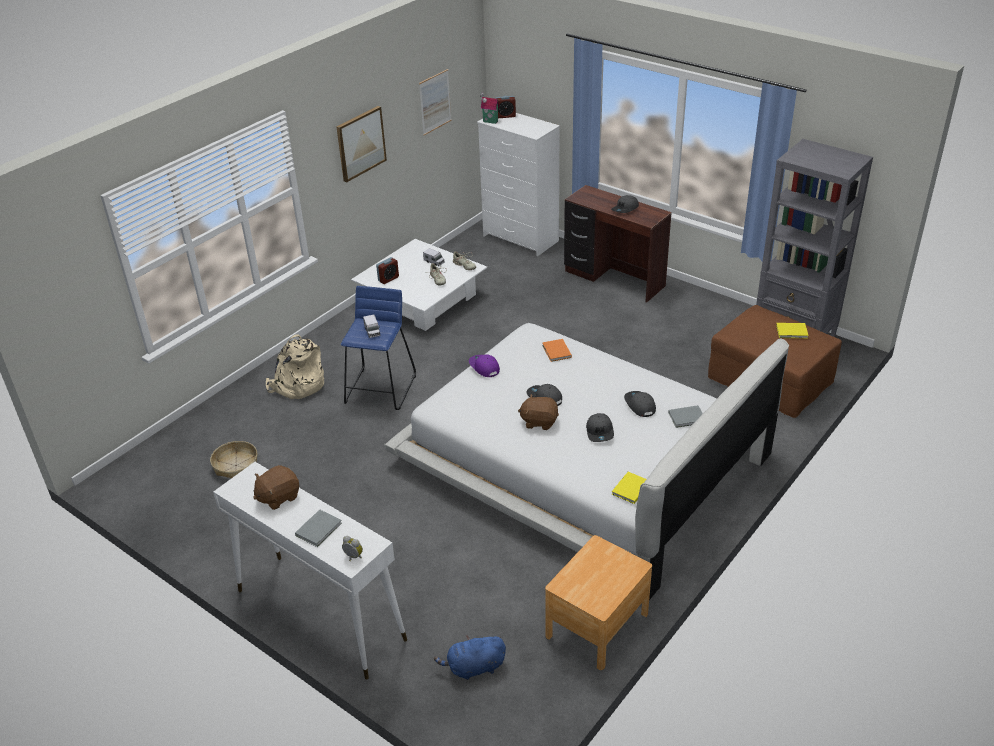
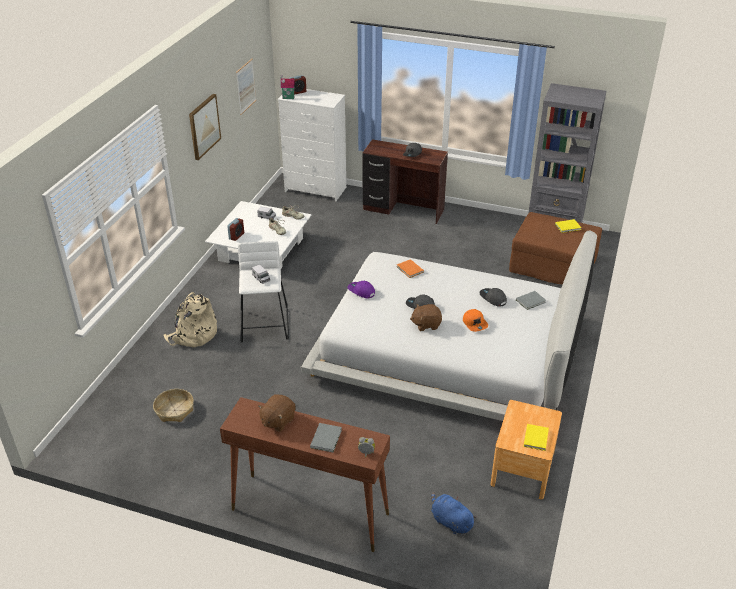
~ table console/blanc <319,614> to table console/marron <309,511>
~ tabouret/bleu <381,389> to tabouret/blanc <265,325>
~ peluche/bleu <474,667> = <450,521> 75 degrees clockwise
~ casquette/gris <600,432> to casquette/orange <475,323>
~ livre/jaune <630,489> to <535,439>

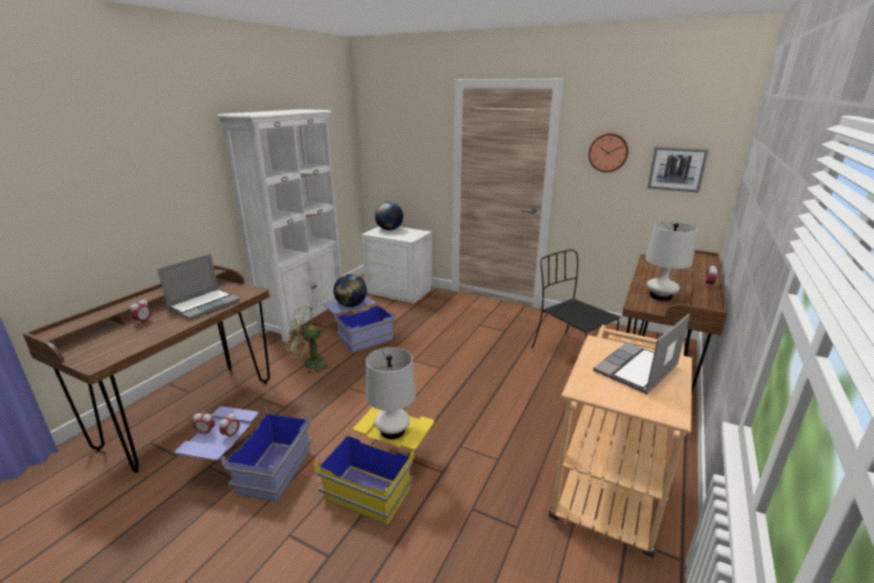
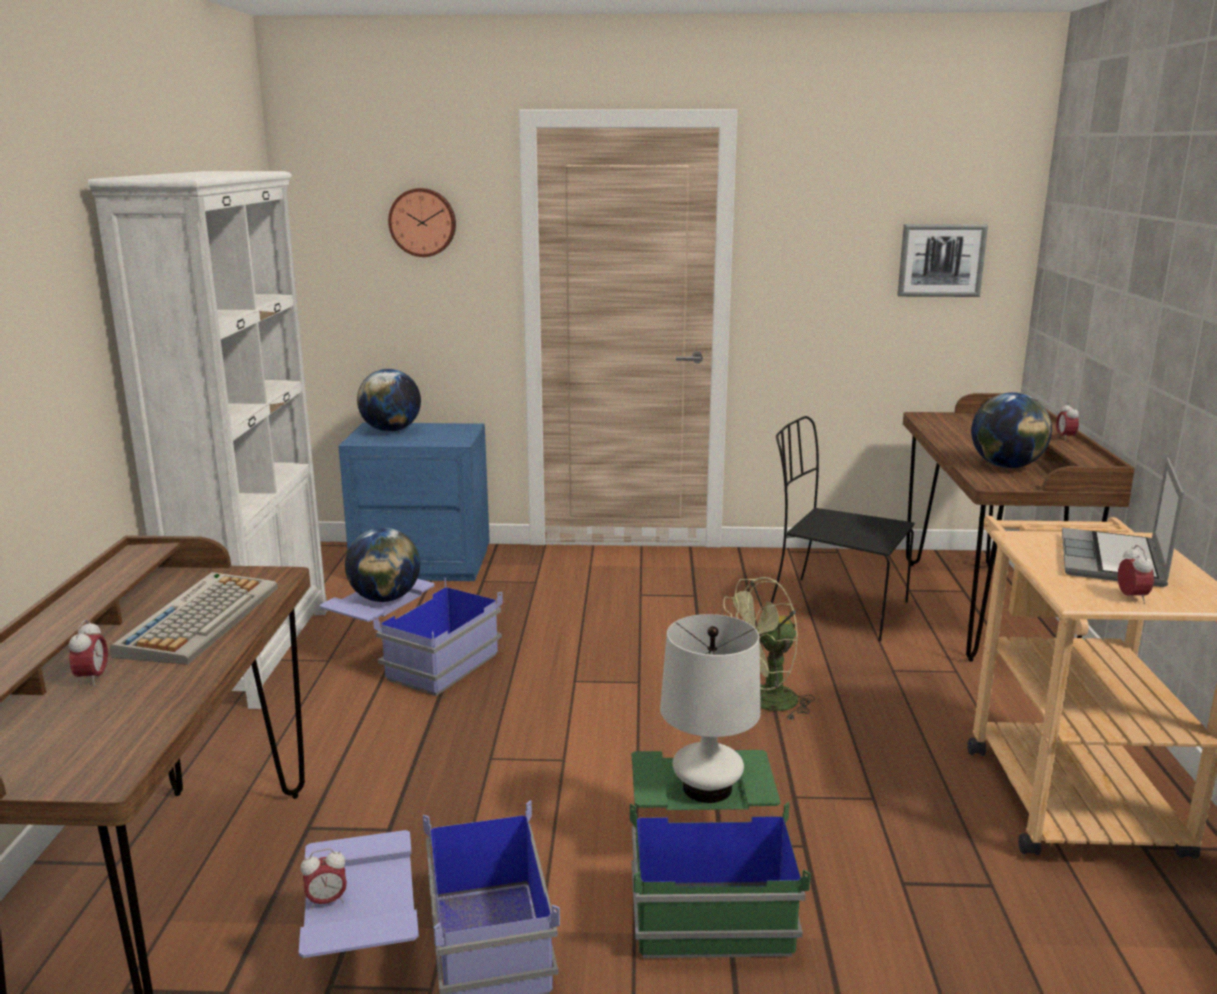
~ ordinateur portable <205,304> to clavier <200,619>
~ réveil <231,435> to <1131,598>
~ ventilateur/vert <309,363> to <764,703>
~ boîte de rangement/jaune <382,476> to boîte de rangement/vert <706,884>
~ table de chevet/blanc <399,291> to table de chevet/bleu <423,564>
~ horloge murale <608,152> to <423,222>
~ lampe de table/blanc <660,296> to globe <1006,466>

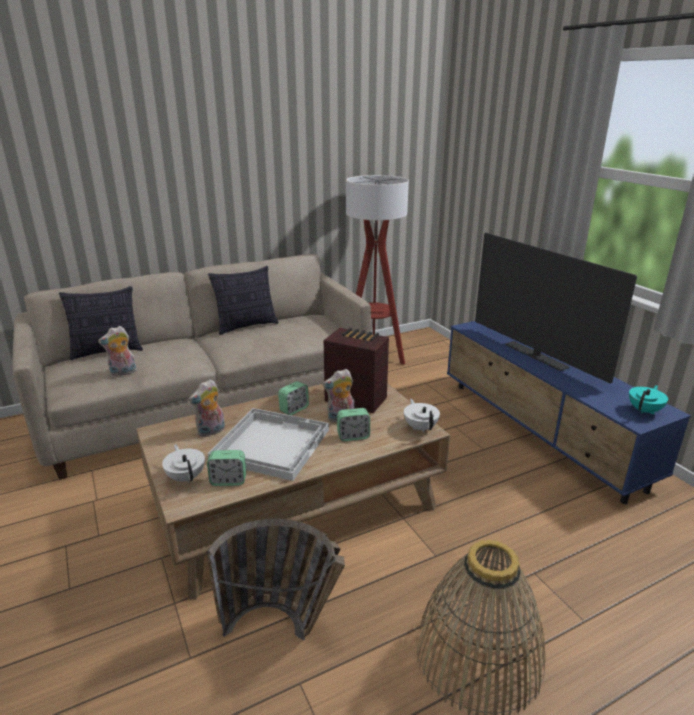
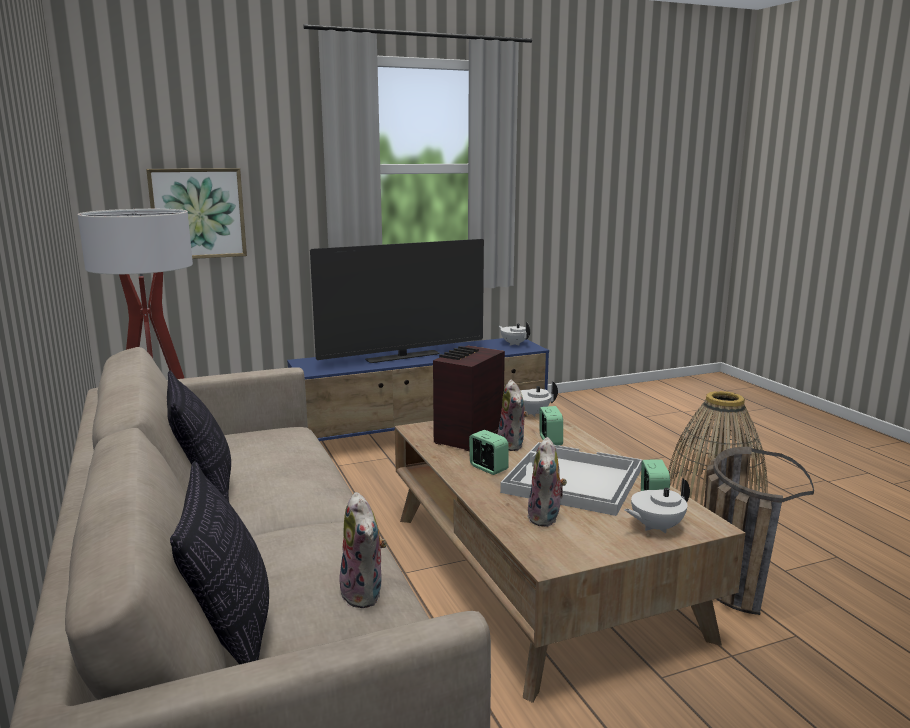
~ peluche <211,432> = <546,518> 45 degrees clockwise
~ théière/turquoise <644,410> to théière/blanc <514,344>
+ tableau <198,213>

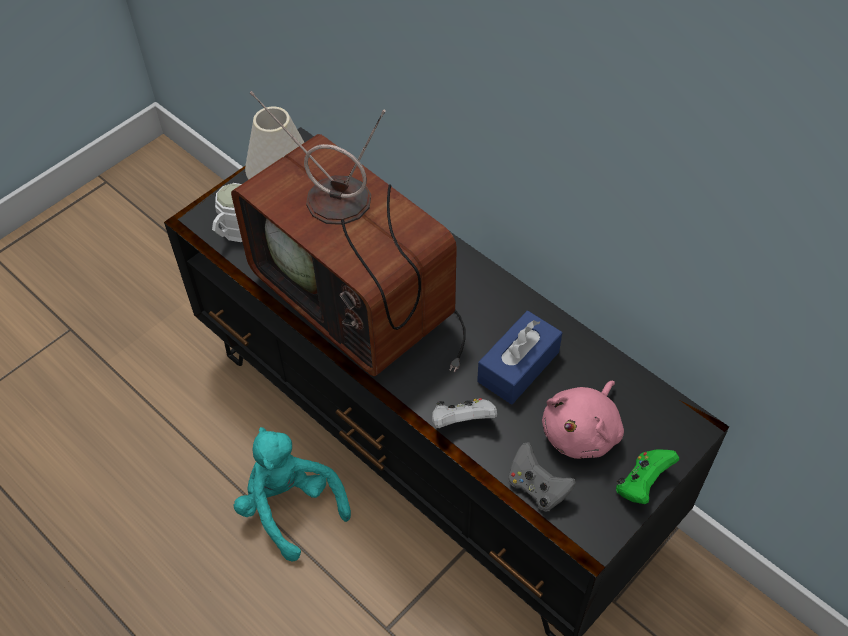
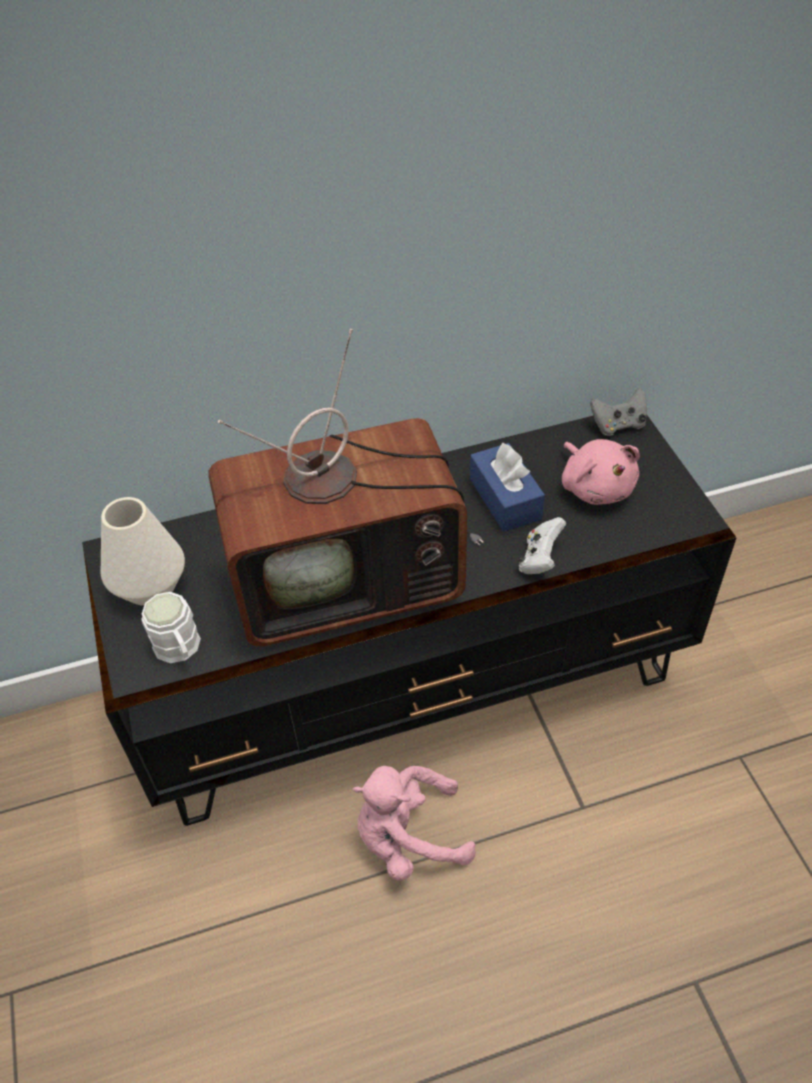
~ peluche/turquoise <290,507> to peluche/rose <408,838>
~ manette/gris <537,487> to <618,425>
- manette/vert <642,484>

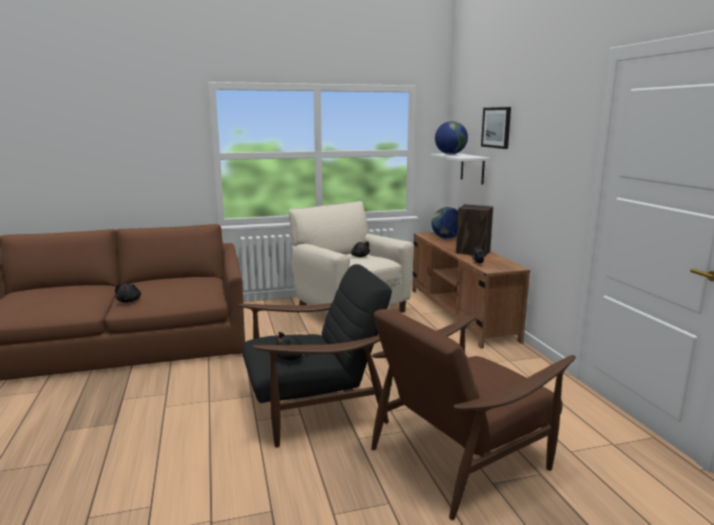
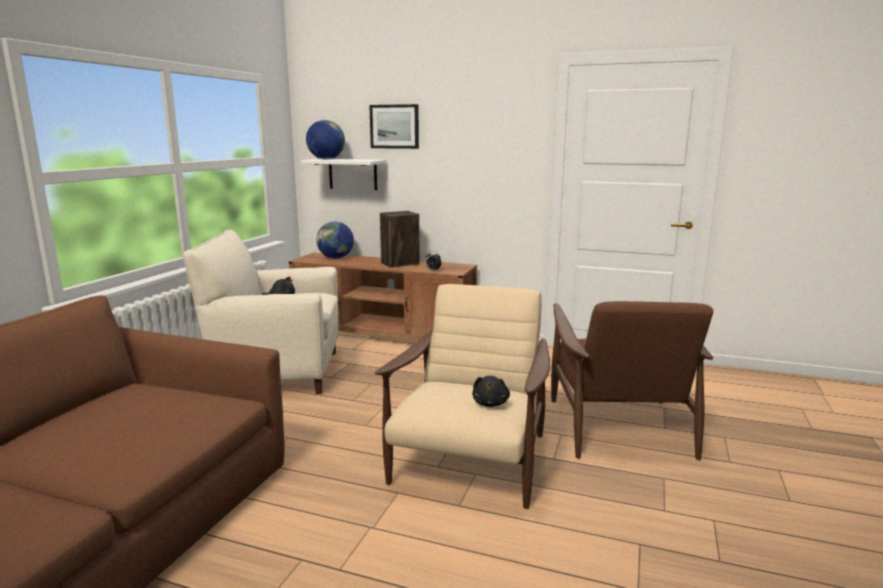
- peluche/noir <129,301>
~ fauteuil/noir <314,407> to fauteuil/beige <470,462>

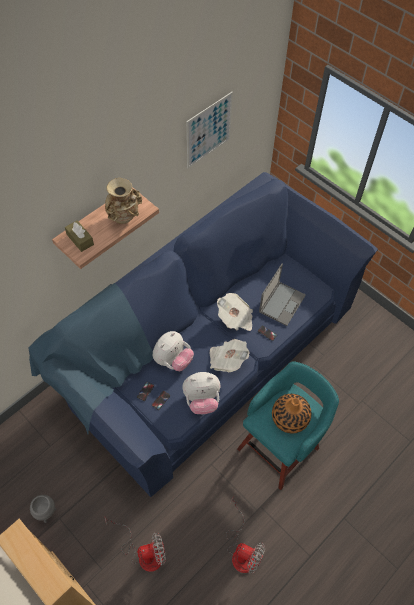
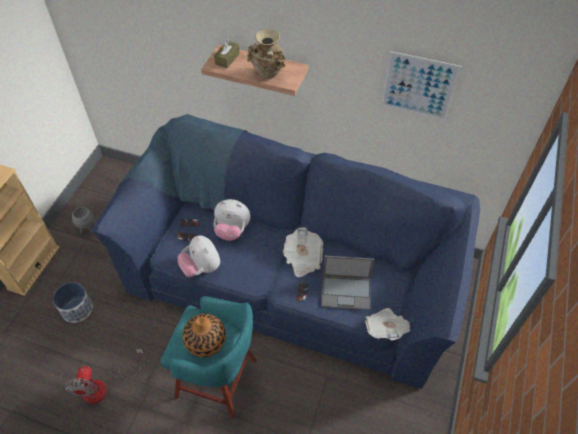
~ ventilateur <143,552> to cache-pot <77,309>
~ journal <227,360> to <385,329>

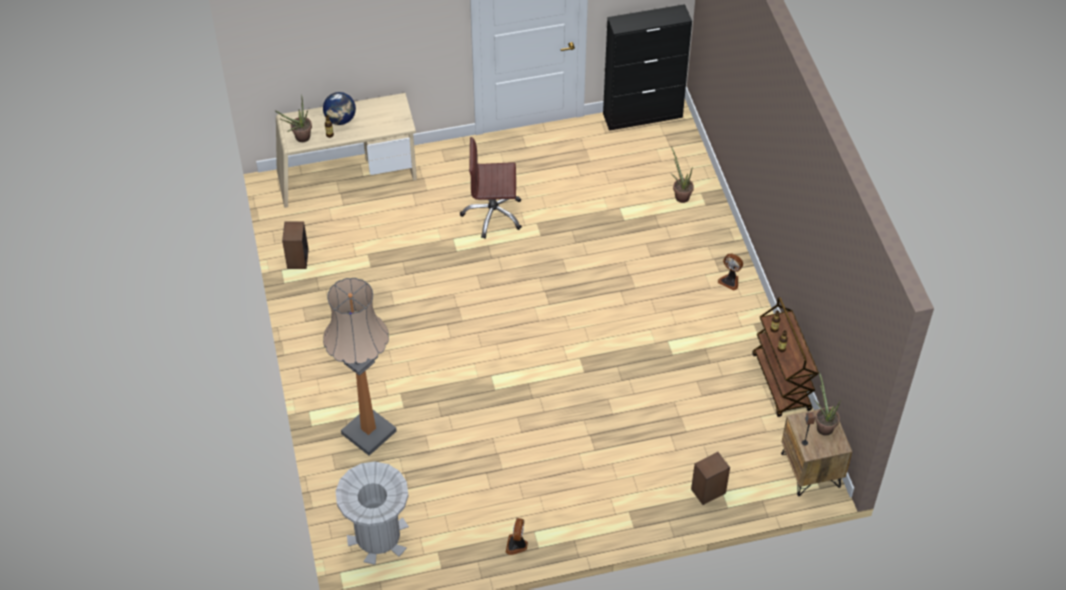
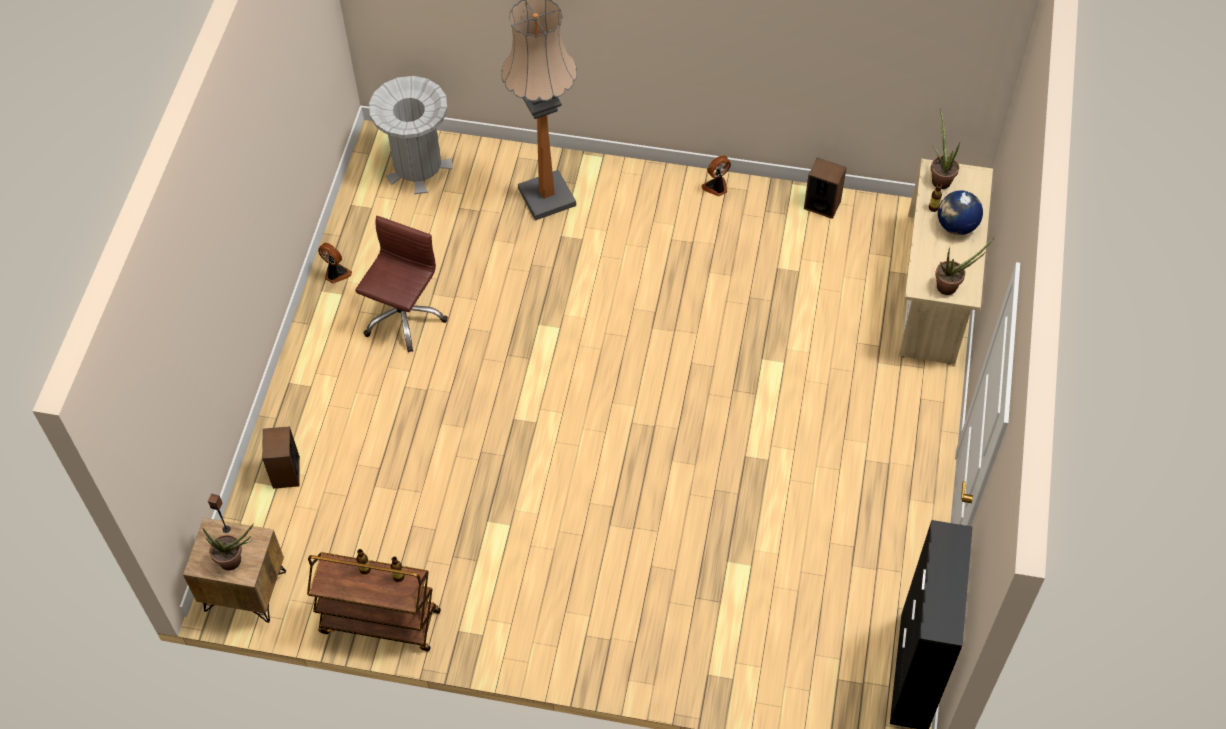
~ chaise de bureau/marron <493,215> to <403,317>
~ plante en pot <680,195> to <951,286>
~ ventilateur <730,280> to <716,187>

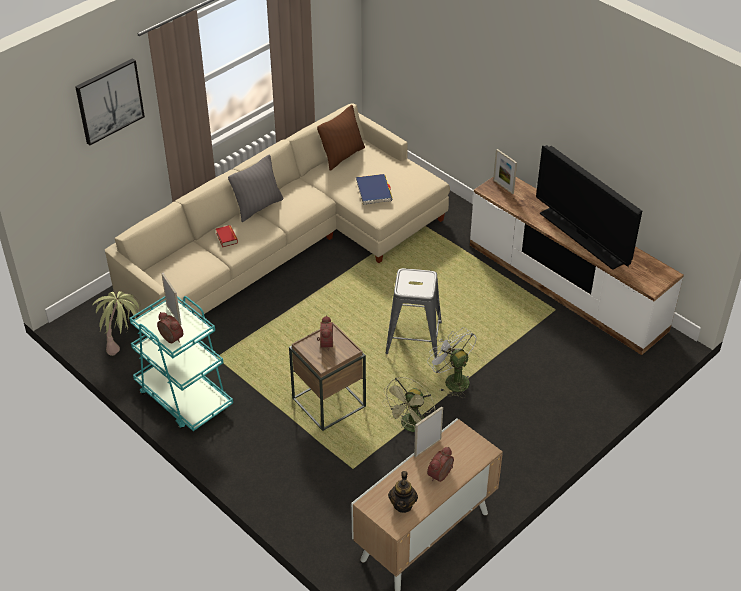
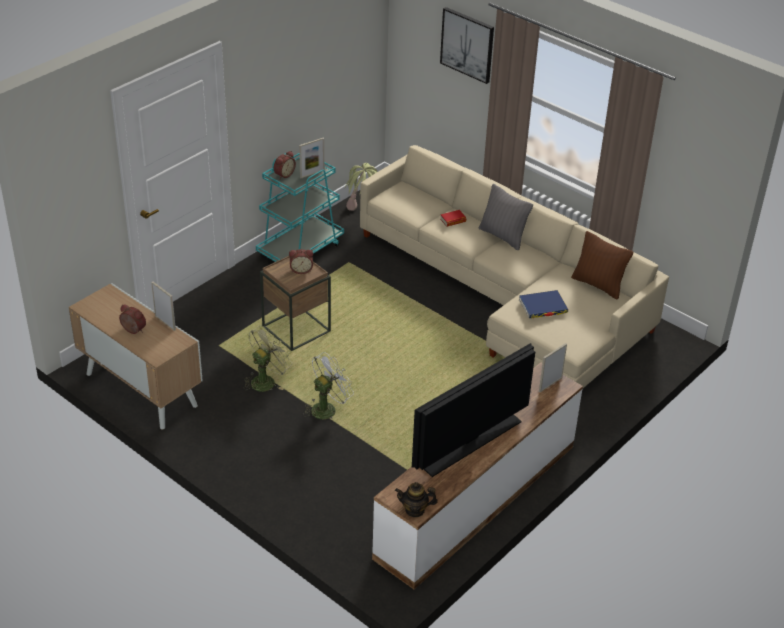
~ ventilateur/vert <411,427> = <266,380> 105 degrees clockwise
- tabouret/gris <414,338>
~ théière <403,504> to <415,510>

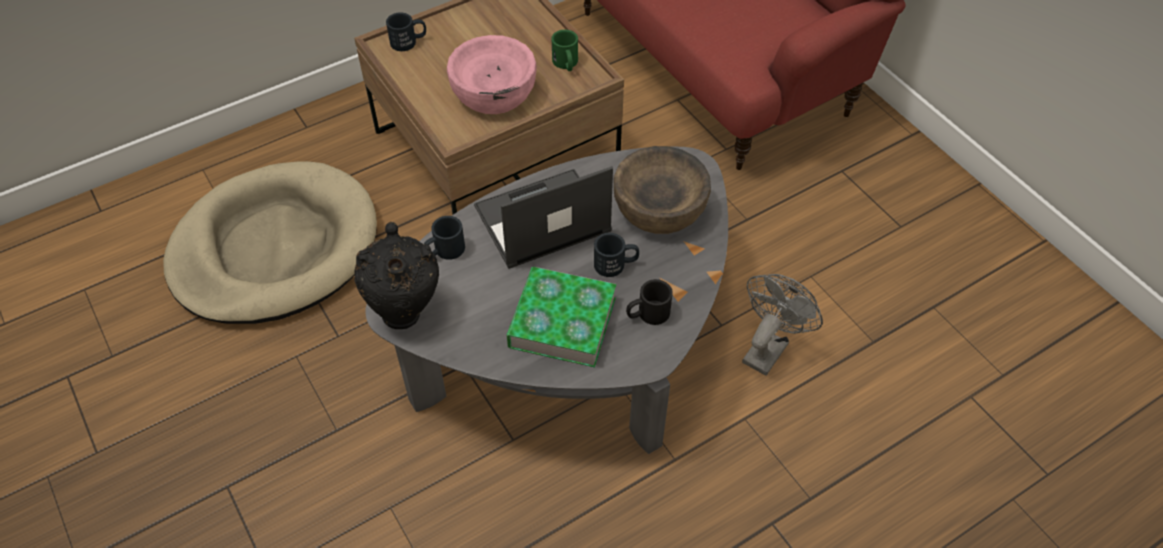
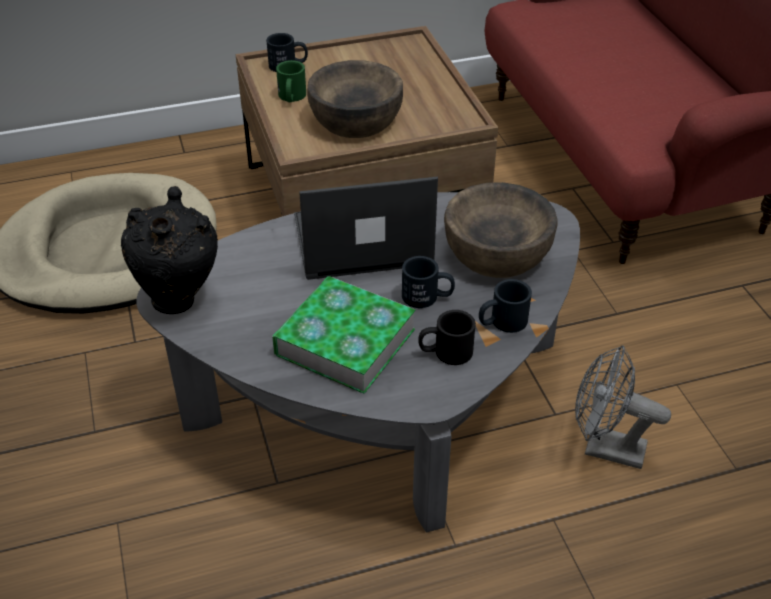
~ mug/noir <444,251> to <502,322>
~ bol/rose <494,92> to bol/marron <356,119>
~ mug/vert <566,64> to <291,98>
~ ventilateur/gris <768,347> = <604,448> 120 degrees counterclockwise

